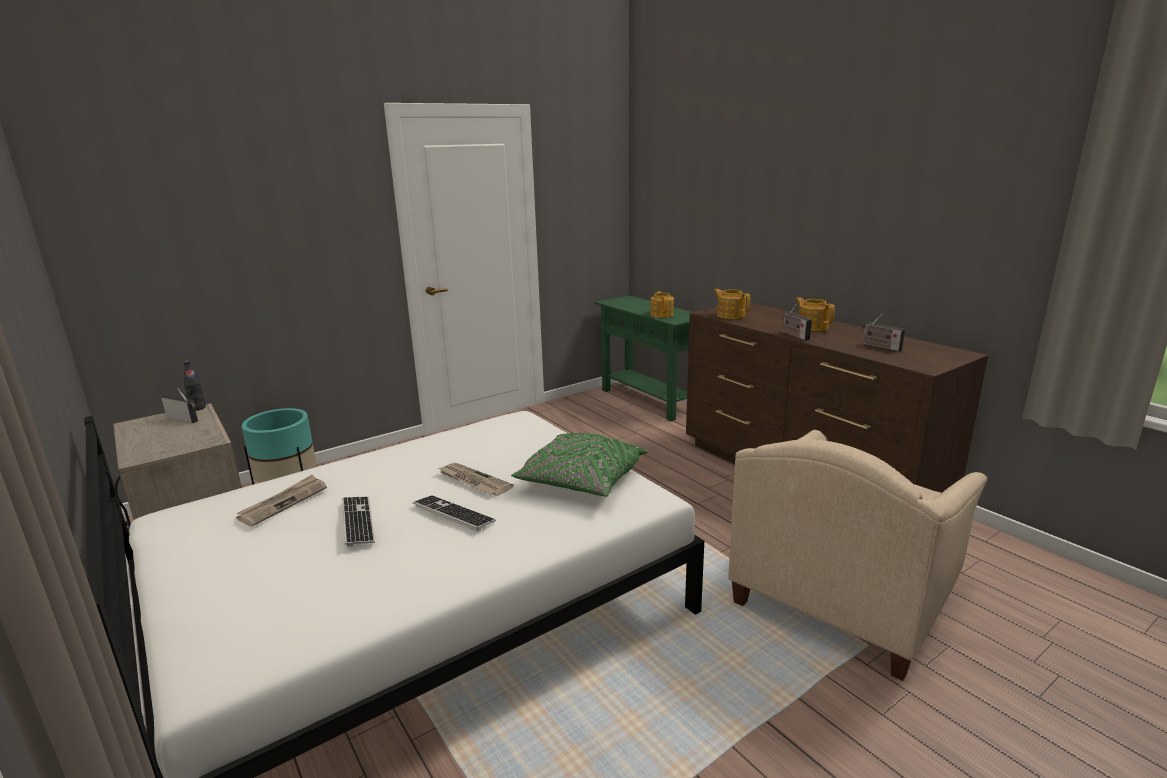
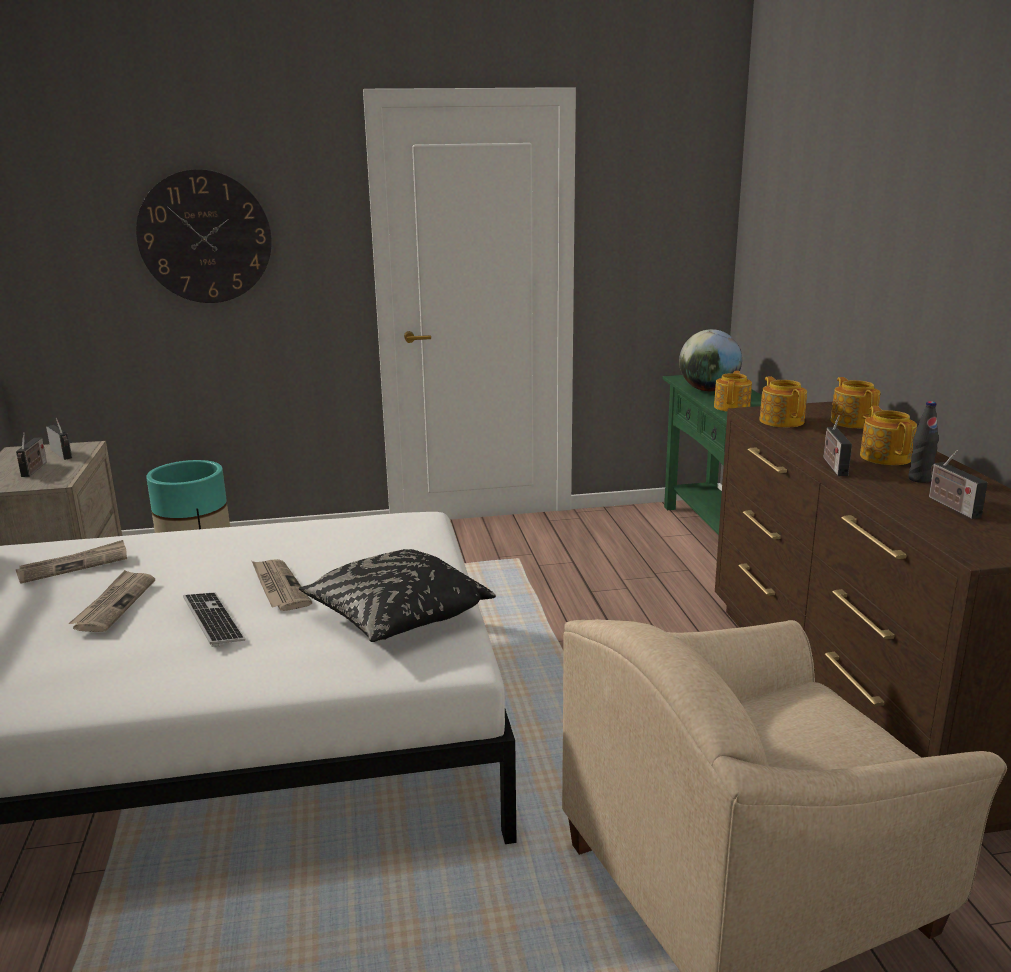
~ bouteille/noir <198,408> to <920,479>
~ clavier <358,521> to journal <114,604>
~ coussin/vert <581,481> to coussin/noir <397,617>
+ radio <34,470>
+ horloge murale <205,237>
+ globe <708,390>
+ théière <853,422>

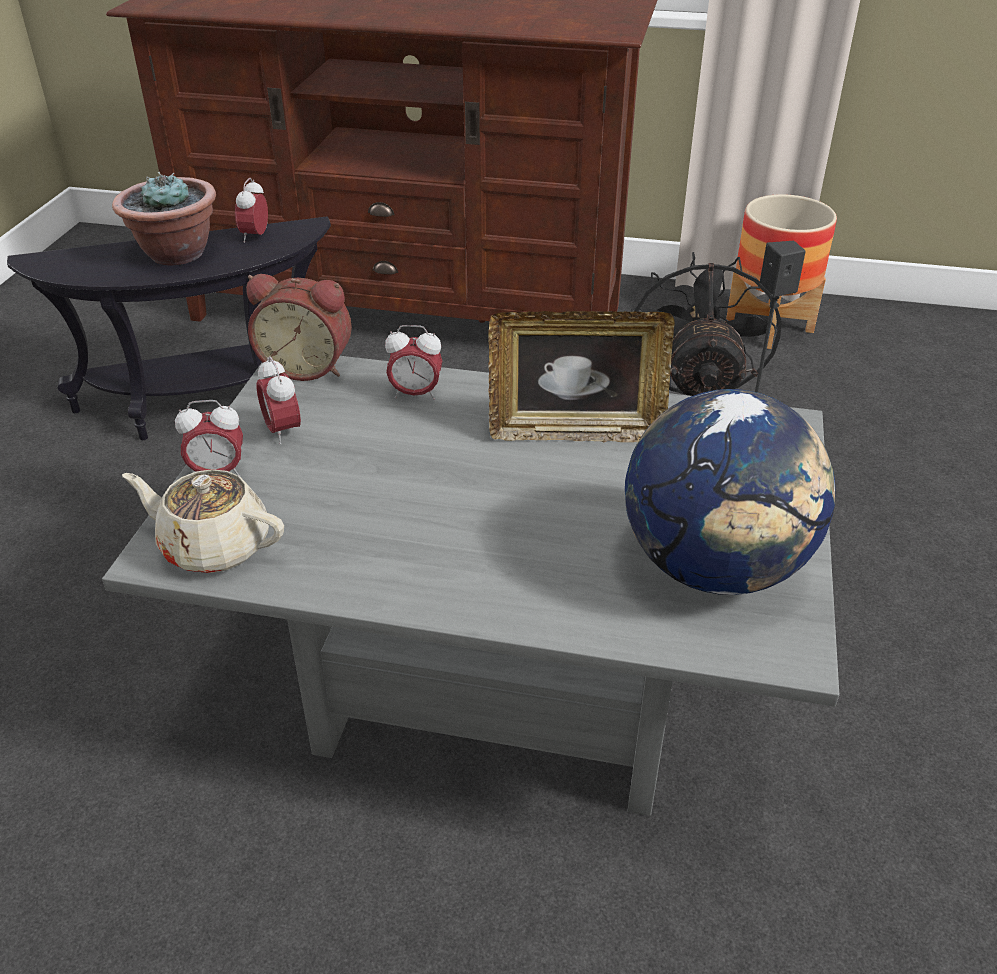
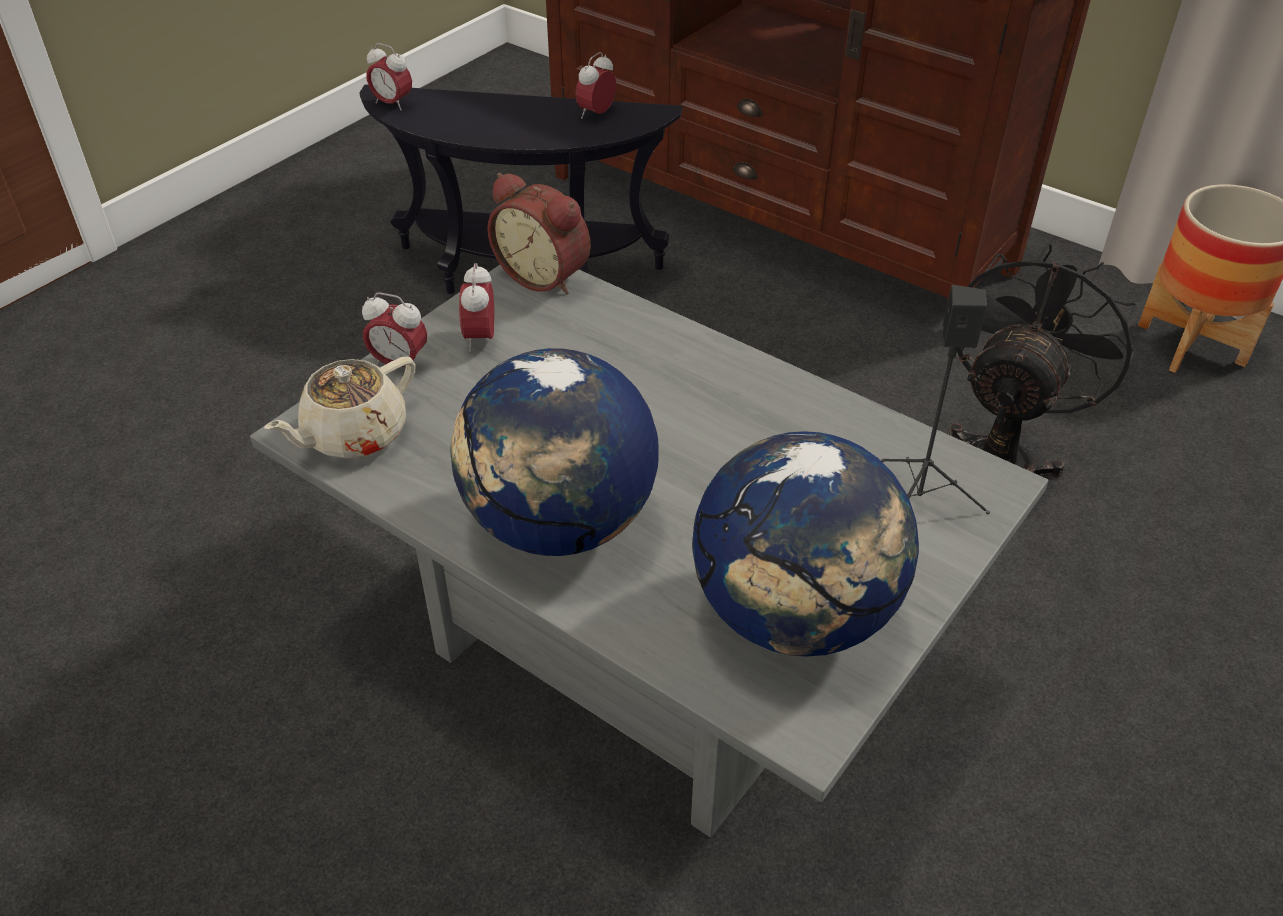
- plante en pot <175,254>
~ théière/beige <213,546> = <353,435> 90 degrees counterclockwise
~ réveil <415,394> to <392,104>
- cadre photo <576,432>
+ globe <560,524>

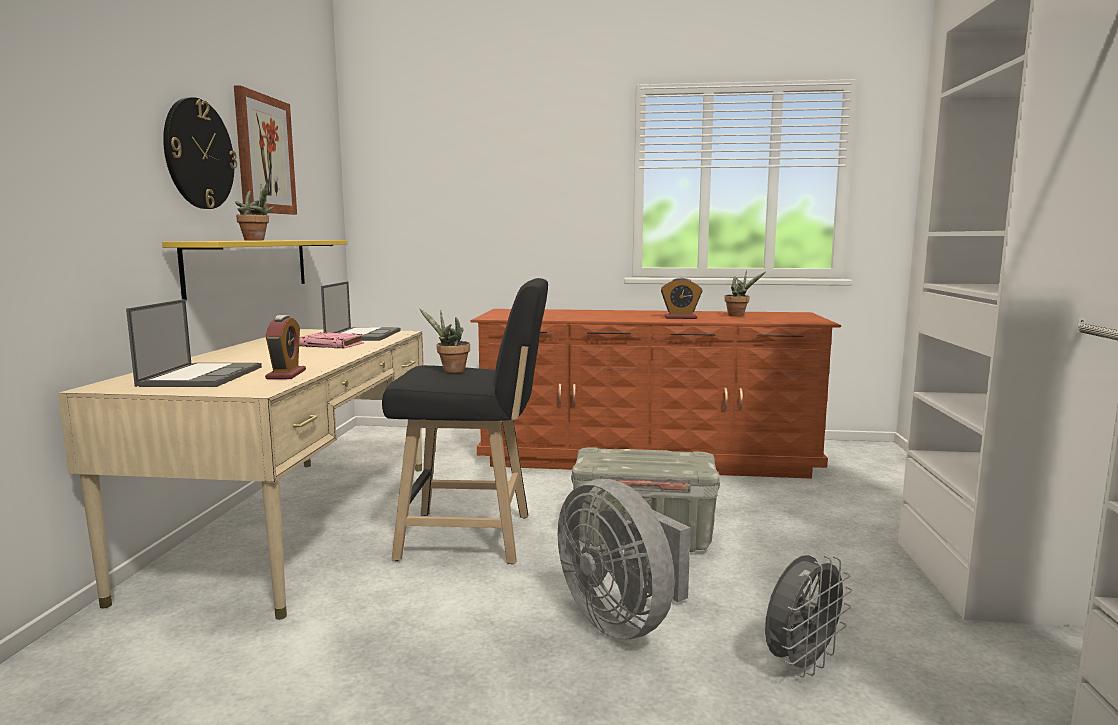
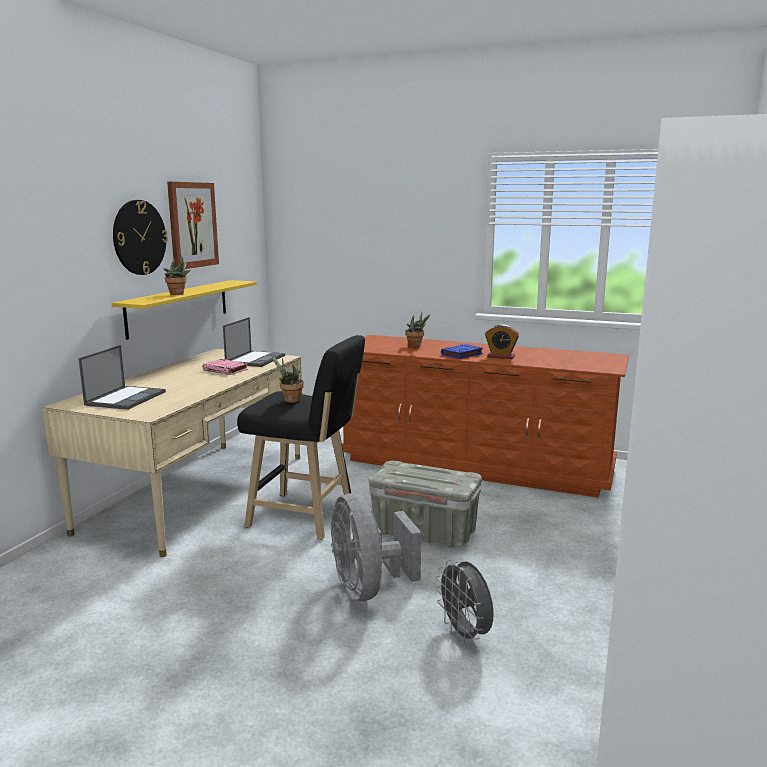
- réveil <286,374>
~ plante en pot <738,315> to <416,346>
~ ventilateur/gris <801,664> = <465,635> 90 degrees clockwise
+ livre/bleu <461,354>

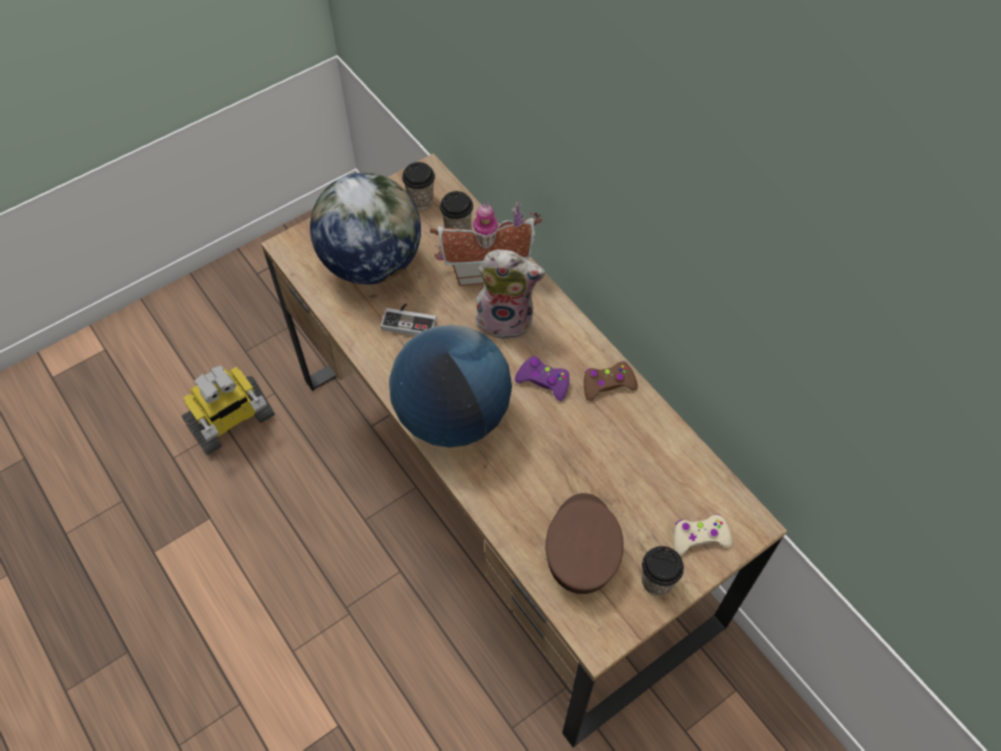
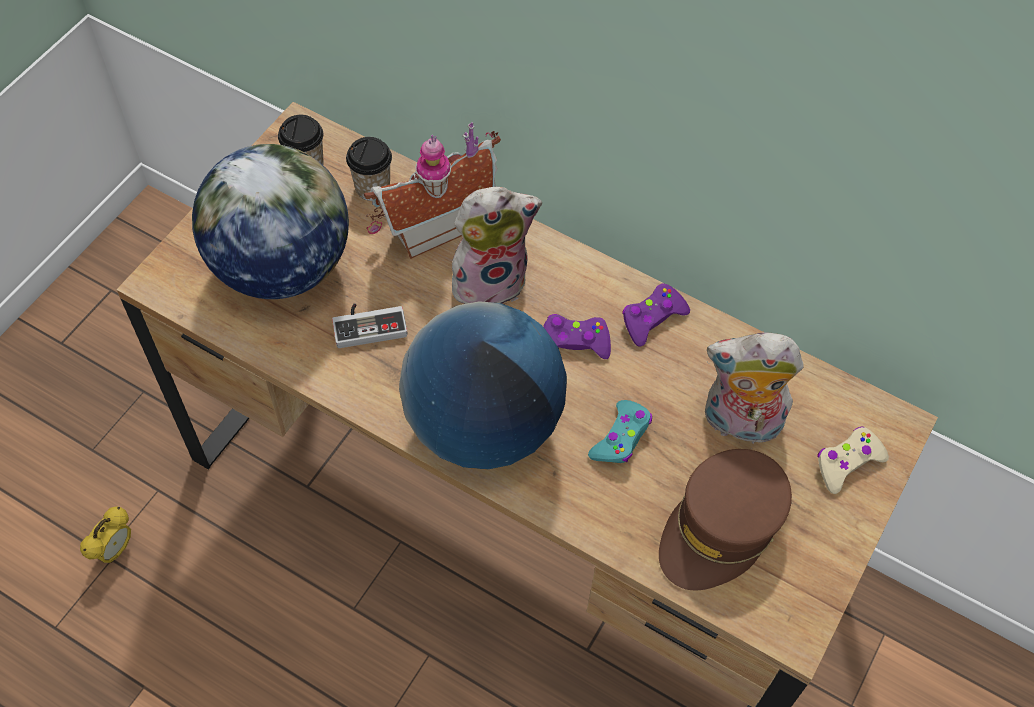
~ robot jouet <231,422> to réveil <115,550>
~ casquette/marron <582,548> = <720,529> 120 degrees counterclockwise
~ manette/marron <607,384> to manette/violet <652,318>
- tasse <657,581>
+ manette/turquoise <621,438>
+ peluche <739,423>

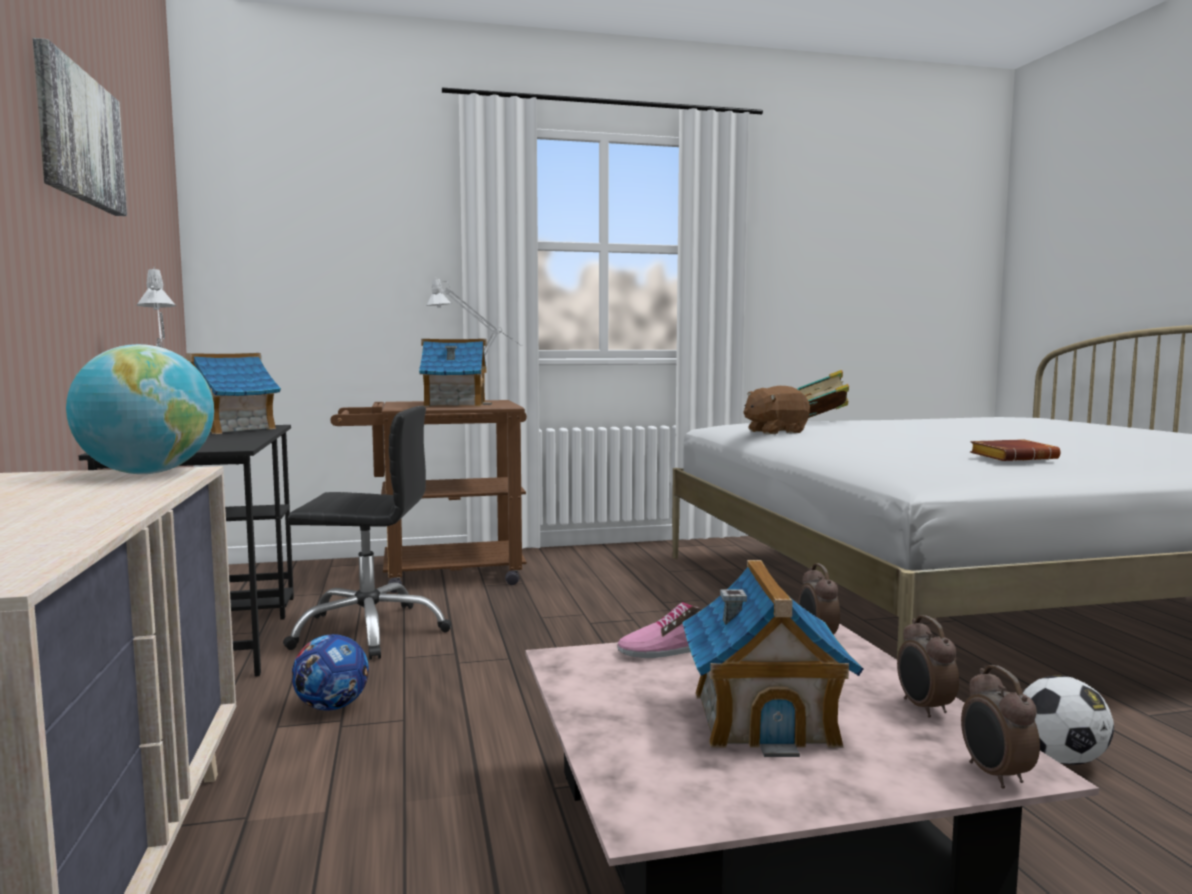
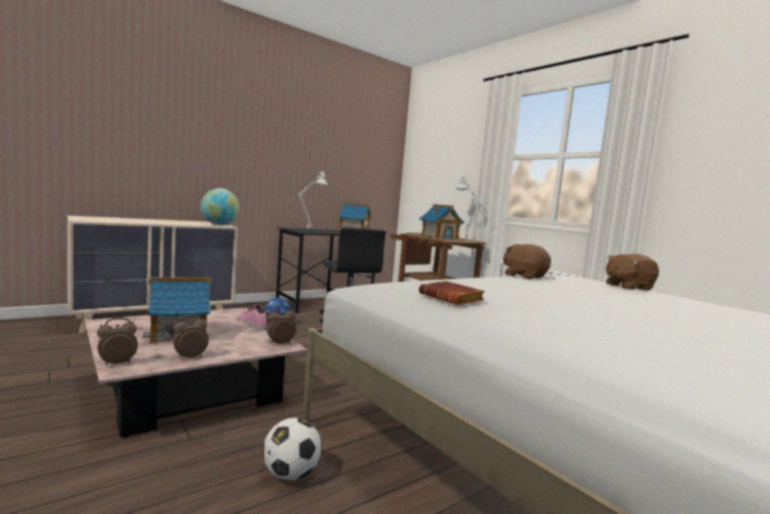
- tableau <78,137>
~ livre <821,421> to peluche/marron <627,287>

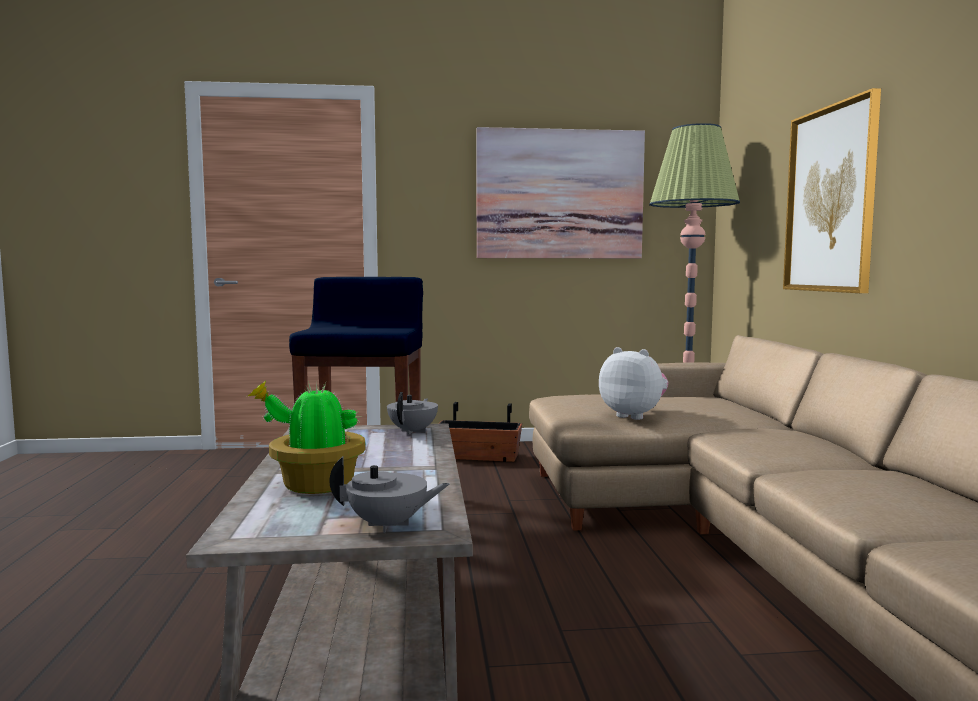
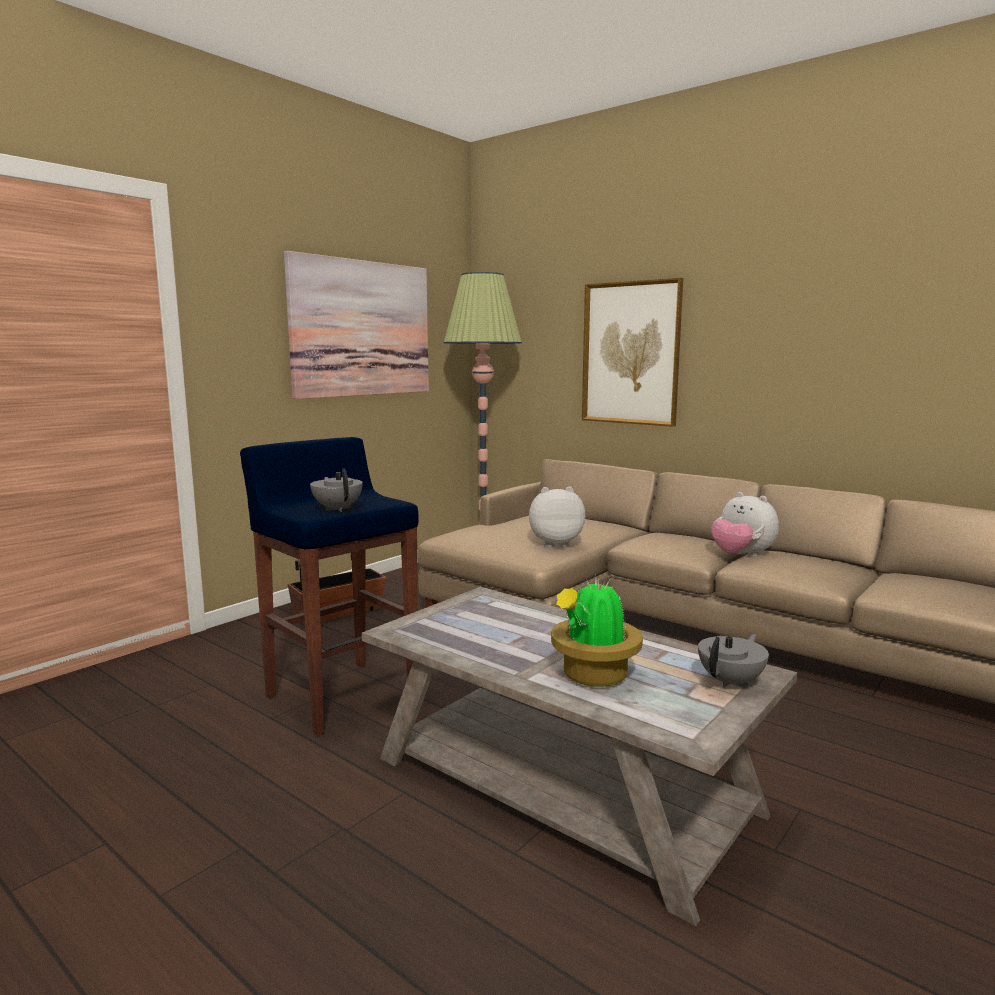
~ théière/gris <413,431> to <338,509>
+ peluche <741,556>

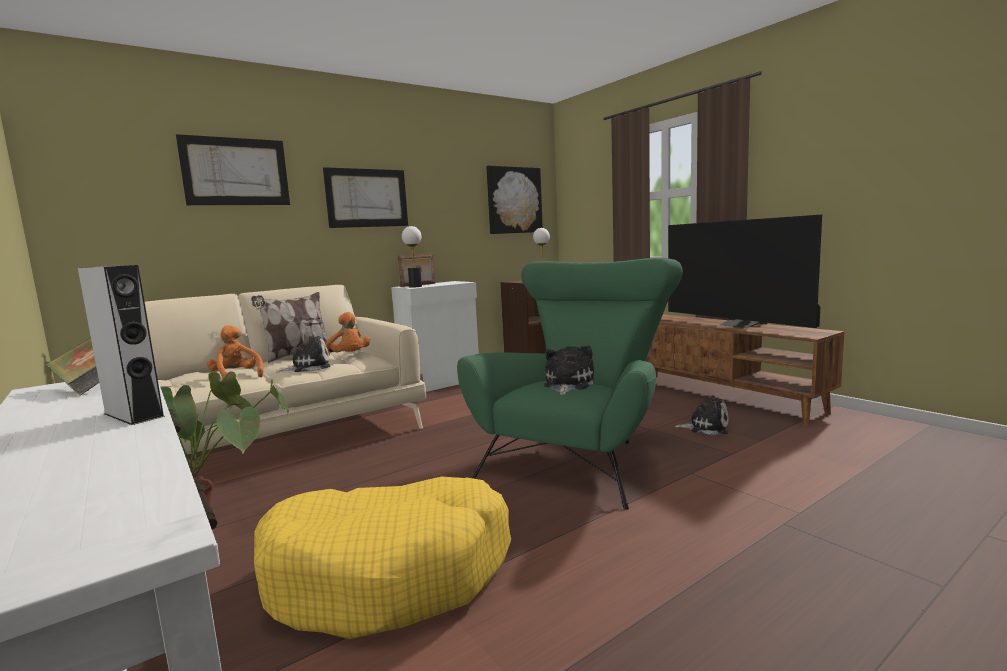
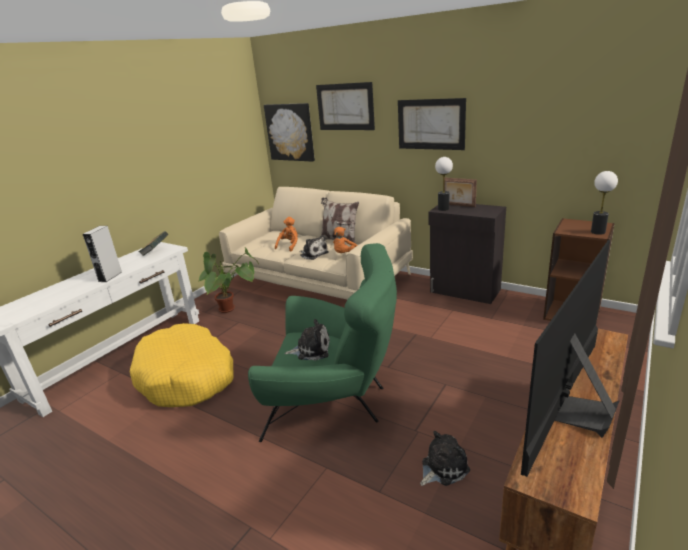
~ meuble de rangement/blanc <441,383> to meuble de rangement/noir <465,291>
~ tableau <514,200> to <290,132>
~ peluche <706,427> = <442,467> 120 degrees counterclockwise

